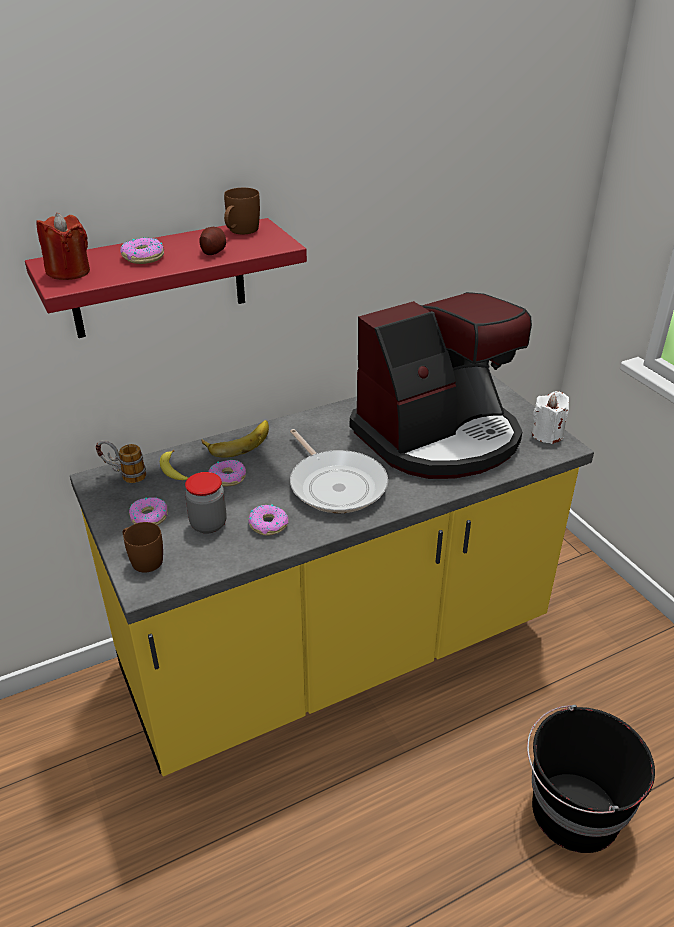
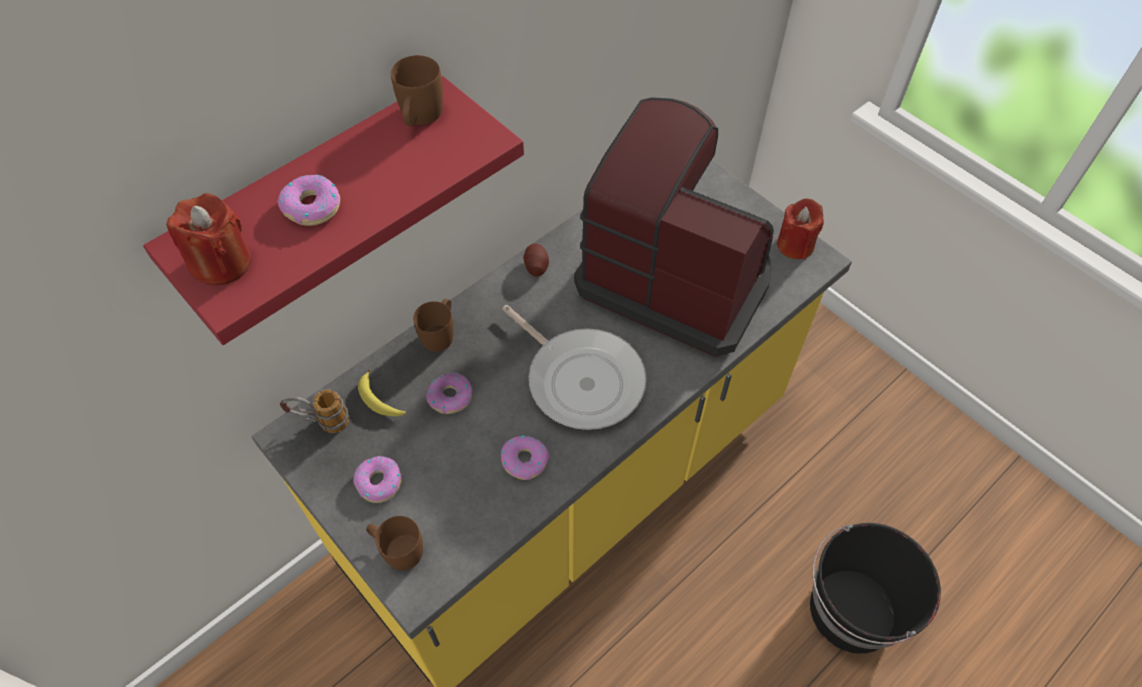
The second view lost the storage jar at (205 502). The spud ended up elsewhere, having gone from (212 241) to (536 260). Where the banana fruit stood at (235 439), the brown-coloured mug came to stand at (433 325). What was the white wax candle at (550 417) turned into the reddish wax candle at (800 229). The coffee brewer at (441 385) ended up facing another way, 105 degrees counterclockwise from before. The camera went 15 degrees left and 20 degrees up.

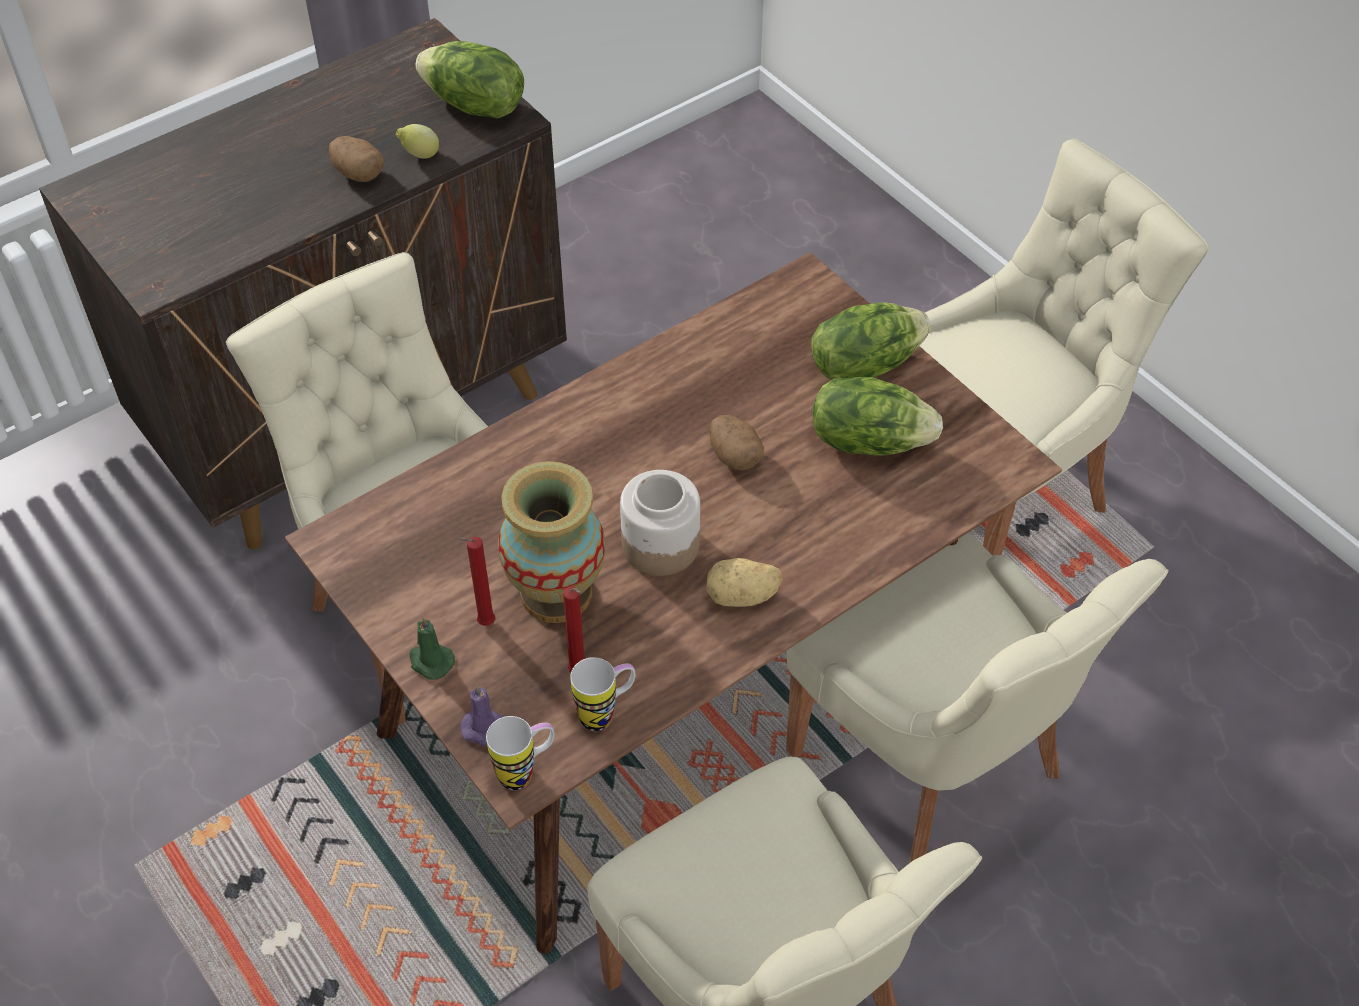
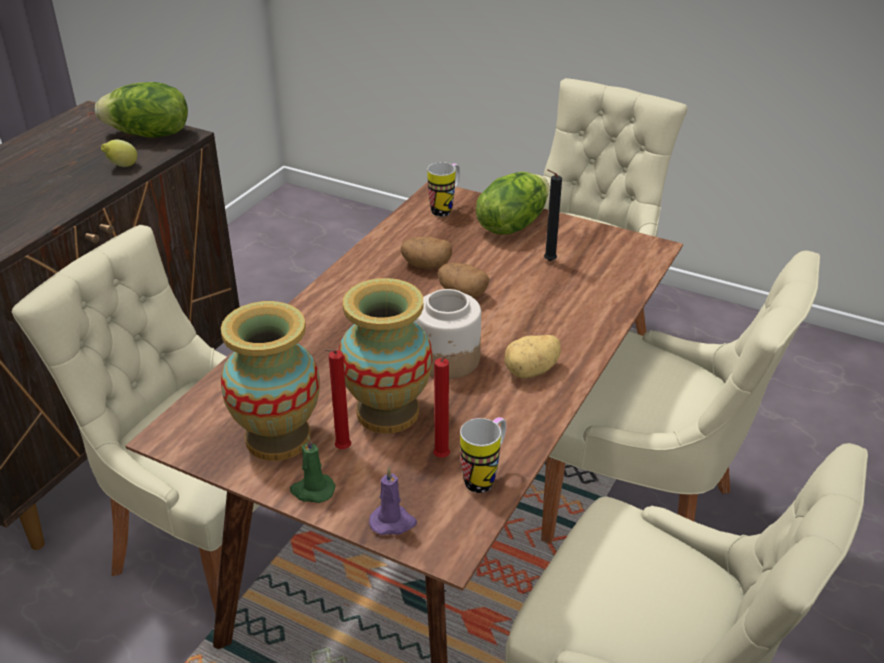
The second view gained the vase at (270 381). The spud ended up elsewhere, having gone from (356 159) to (426 252). The mug ended up elsewhere, having gone from (520 753) to (443 189). Where the head of lettuce stood at (877 416), the black wax candle came to stand at (553 215). The camera went 25 degrees left and 15 degrees down.

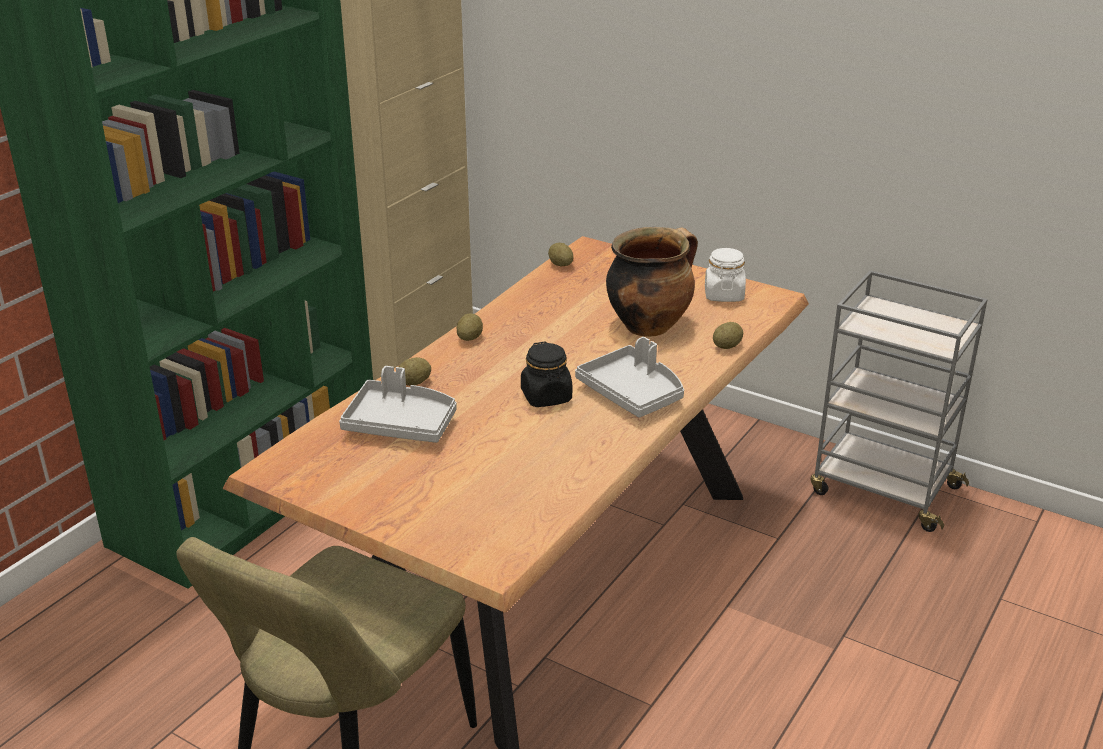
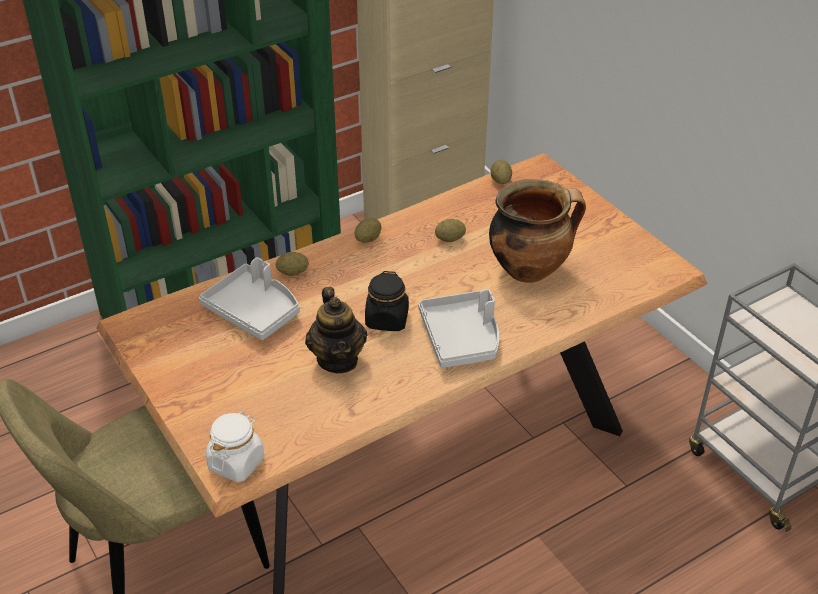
The second view gained the pot for tea at (336 330). The white storage jar ended up elsewhere, having gone from (725 275) to (235 446). The spud ended up elsewhere, having gone from (728 335) to (450 230). The camera went 25 degrees right and 10 degrees up.

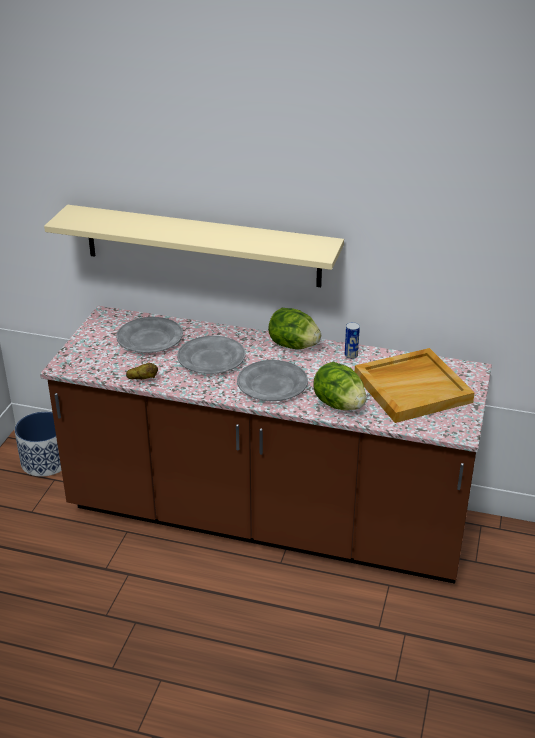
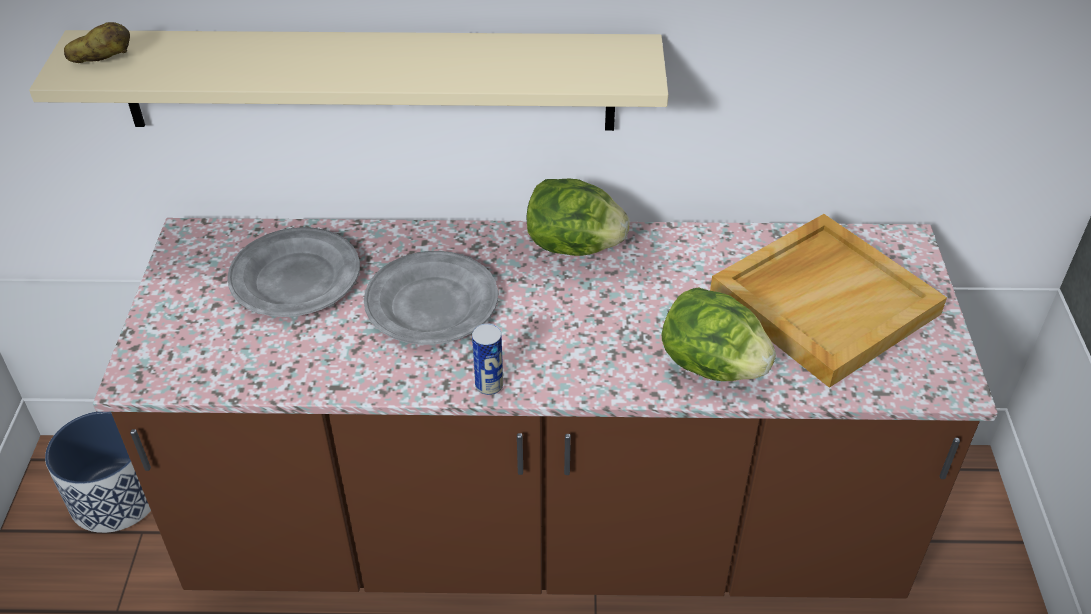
The second view lost the gray dinner plate at (272 380). The spud ended up elsewhere, having gone from (142 371) to (97 42). The sealed can ended up elsewhere, having gone from (352 340) to (487 359). The camera went 15 degrees left and 10 degrees up.

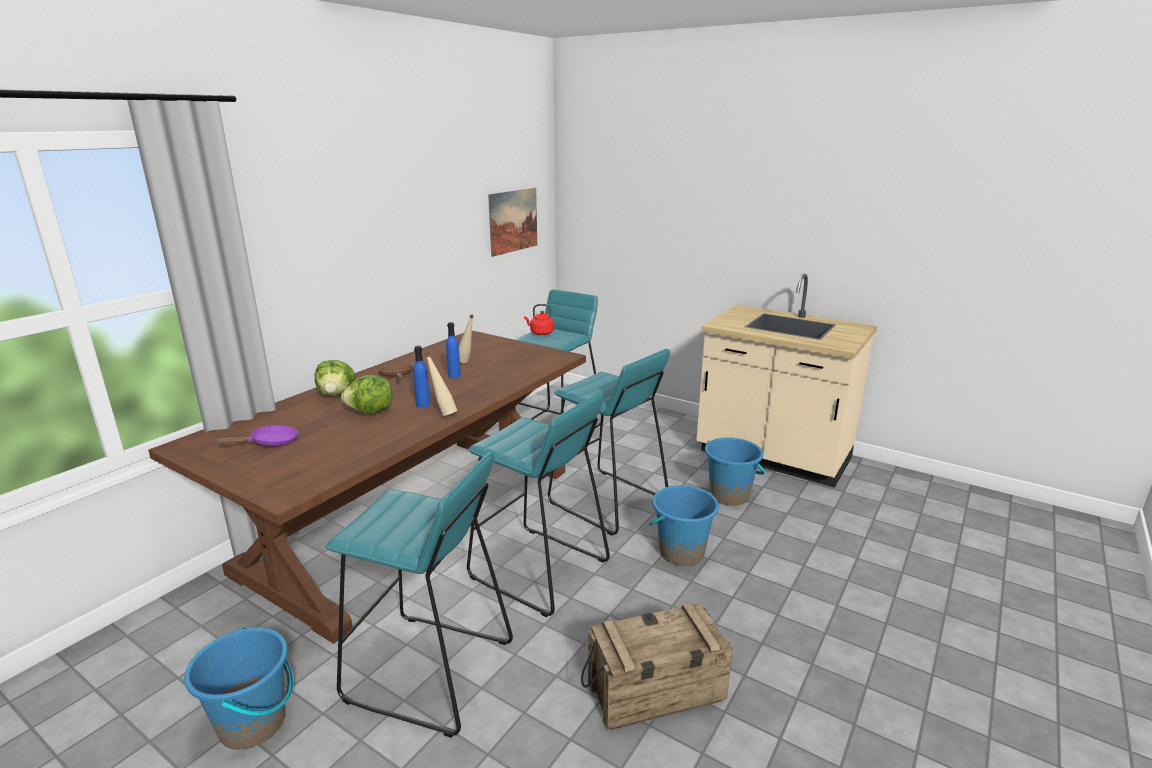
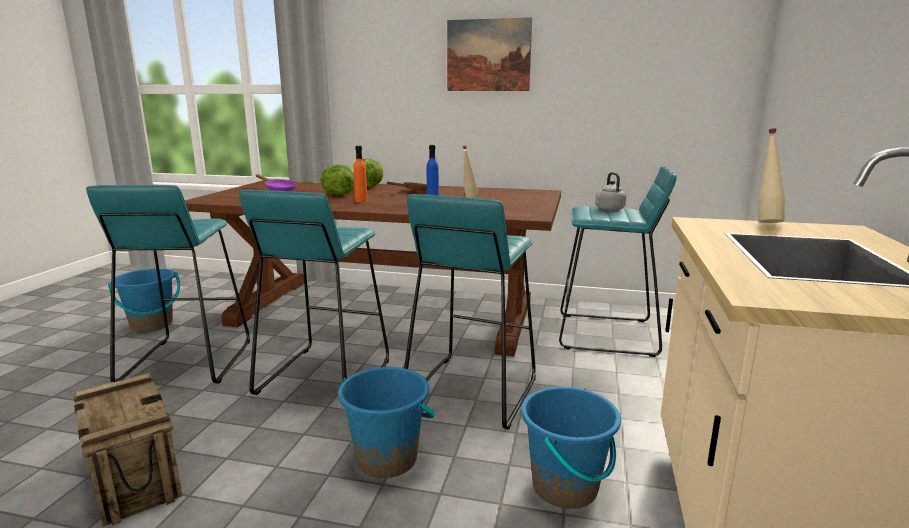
The beige drink bottle ended up elsewhere, having gone from (440 384) to (771 176). The wall art ended up elsewhere, having gone from (512 222) to (489 54). What was the bluish drink bottle at (421 377) turned into the orangey drink bottle at (360 174). What was the reddish kettle at (539 319) turned into the gray kettle at (610 191). The camera went 70 degrees right and 5 degrees down.

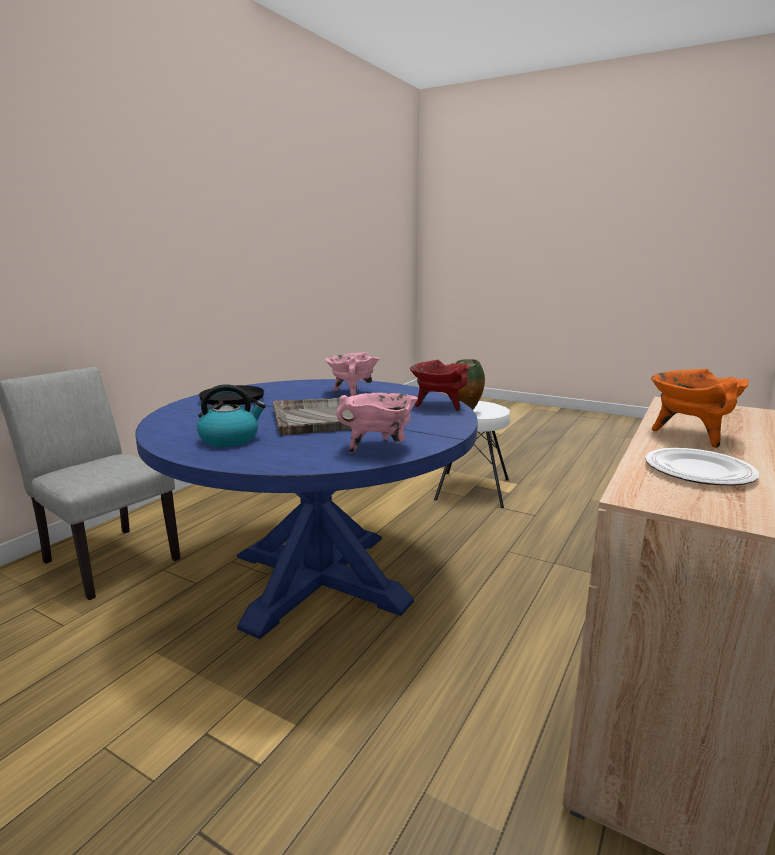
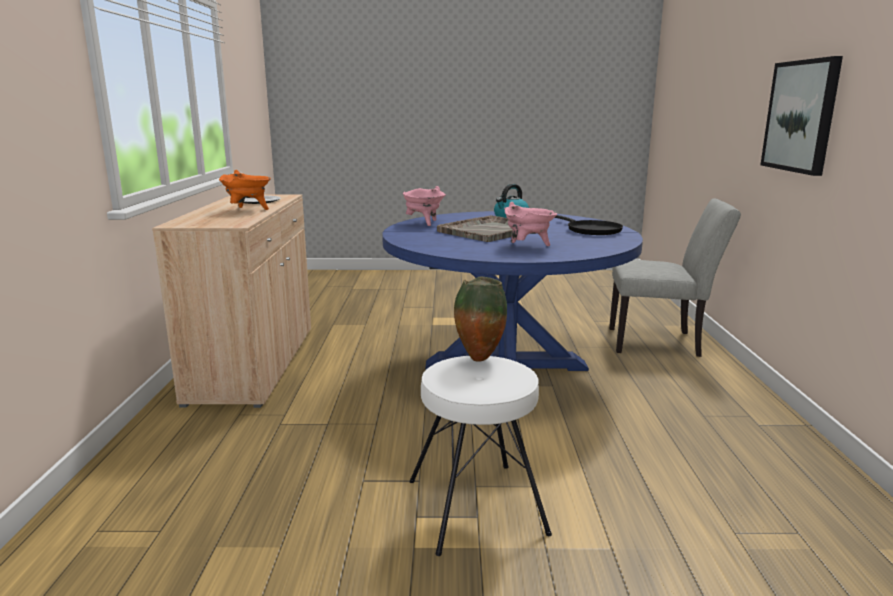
The second view lost the reddish saucepot at (439 385). The second view gained the wall art at (802 116). The camera went 150 degrees right and 0 degrees up.

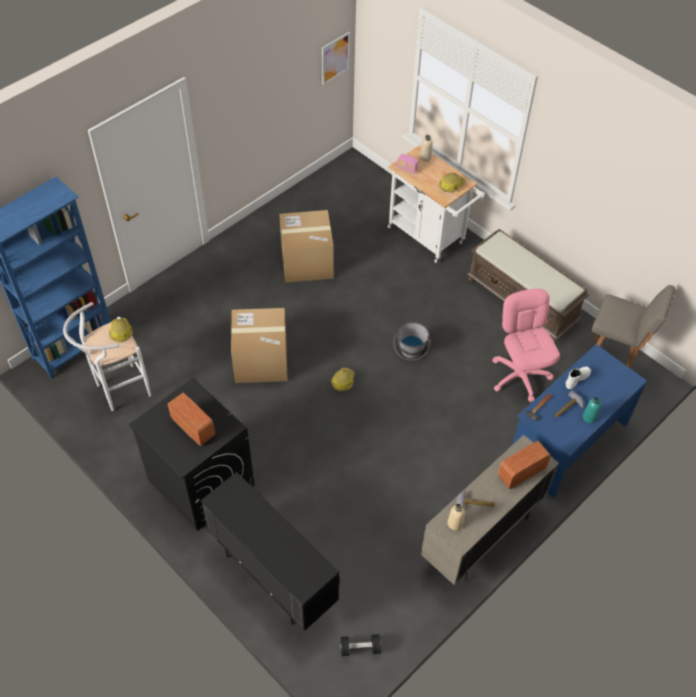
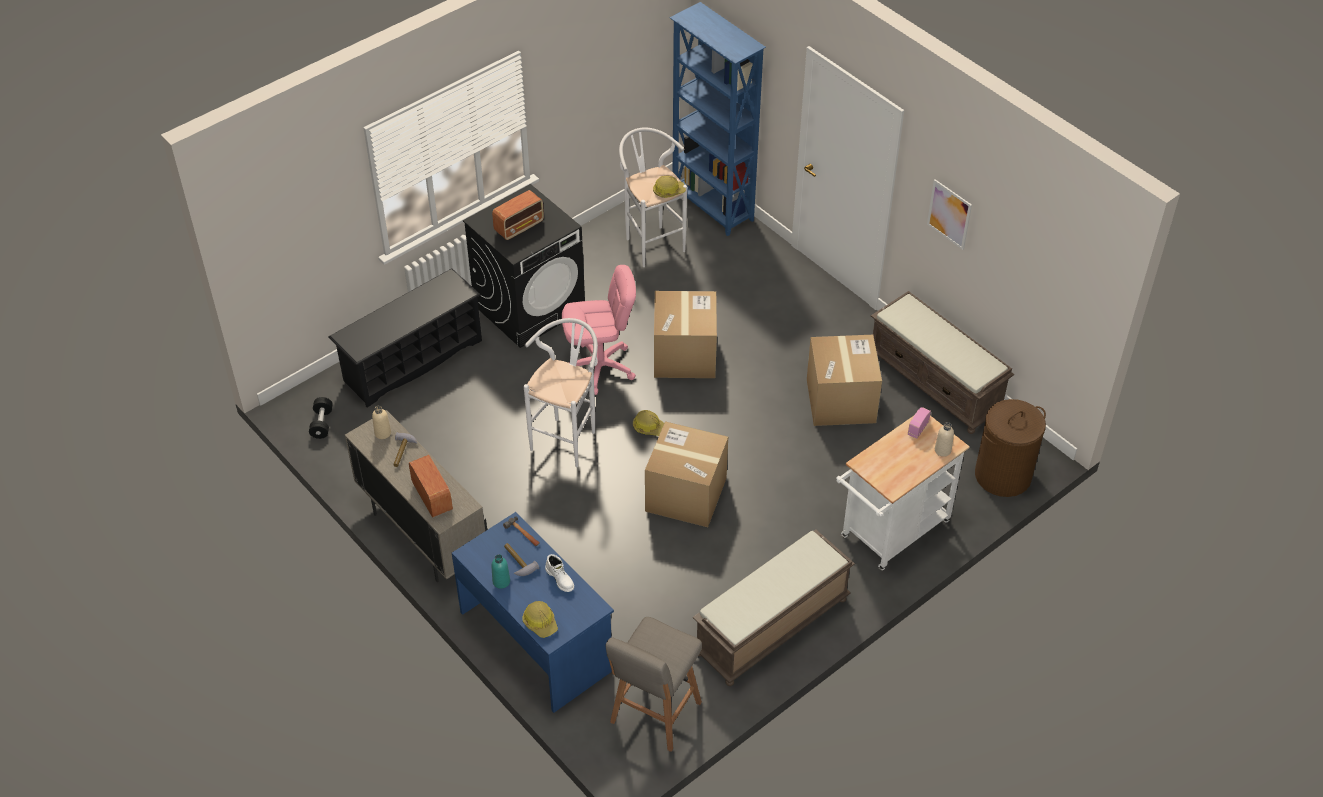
The second view gained the white stool seat at (561 393). The second view gained the brown-coloured long seat at (942 362). The second view gained the brown-coloured washing basket at (1010 448). The wall art ended up elsewhere, having gone from (336 58) to (949 214). The work helmet ended up elsewhere, having gone from (452 182) to (540 619). The pink-coloured computer chair ended up elsewhere, having gone from (526 345) to (599 330). Where the black cabinet stood at (270 551), the black shoe rack came to stand at (405 337). Where the gray pail stood at (411 341), the packing box came to stand at (686 474). The camera went 95 degrees right and 5 degrees down.

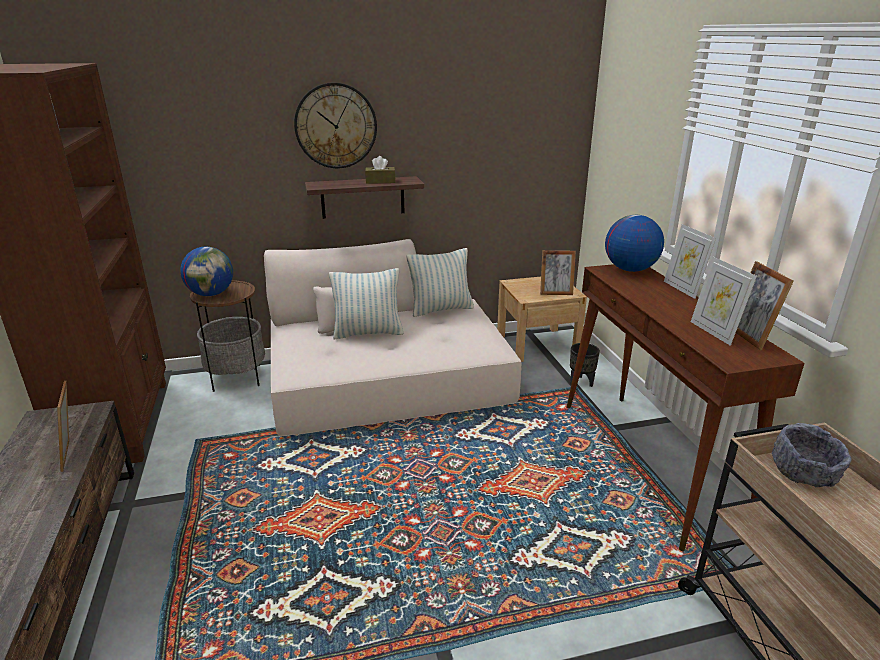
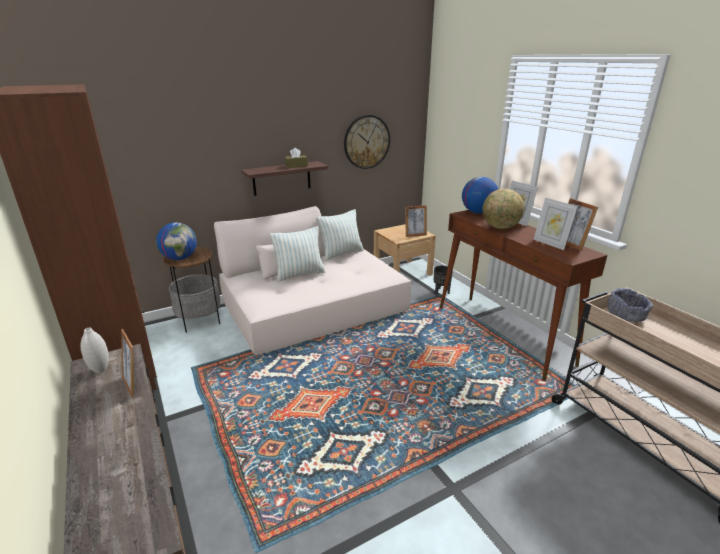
The second view gained the white vase at (95 350). The second view gained the desk globe at (504 209). The hanging clock ended up elsewhere, having gone from (335 125) to (367 142). The camera went 15 degrees left and 0 degrees up.

